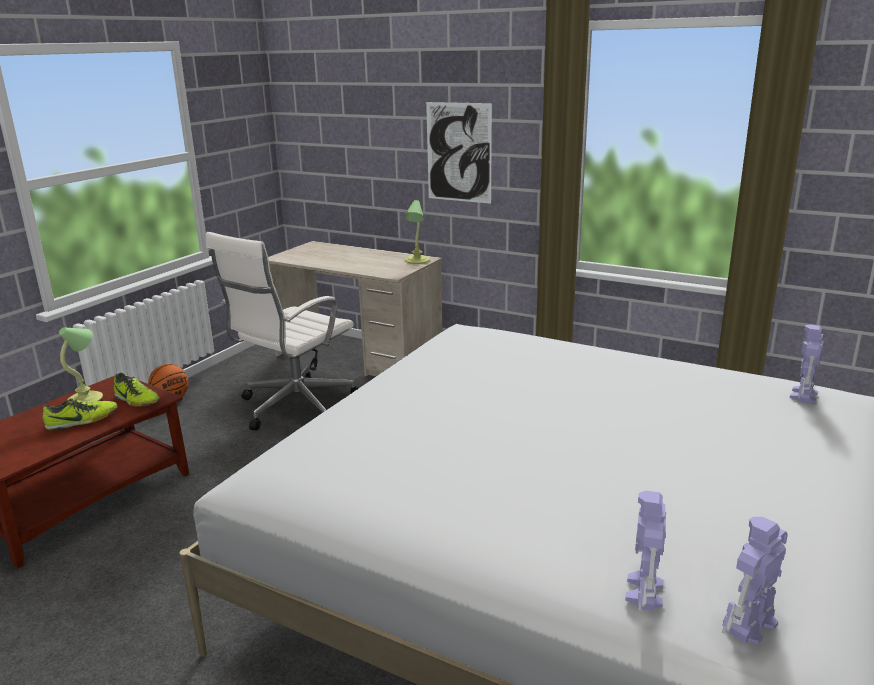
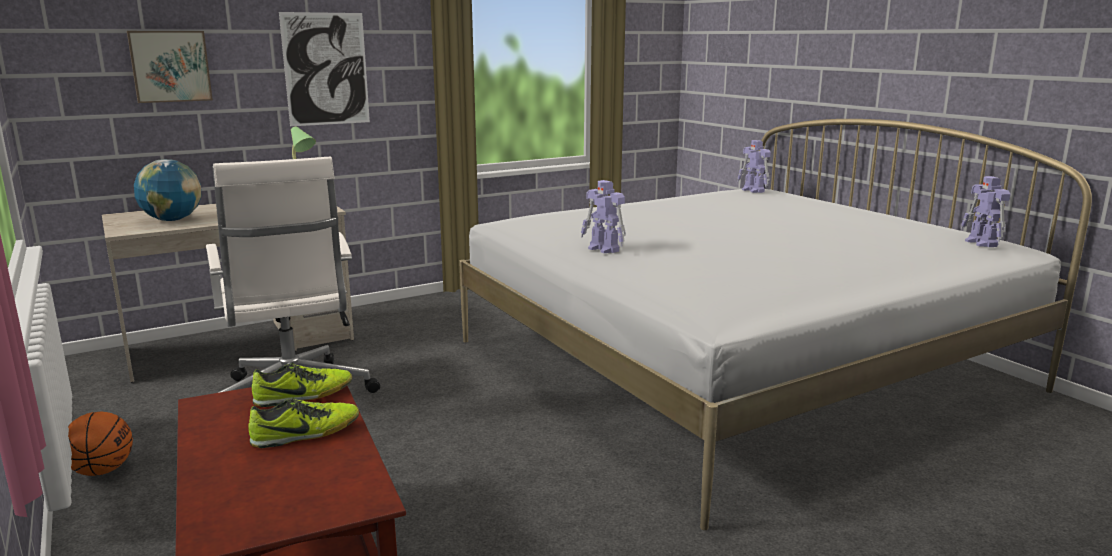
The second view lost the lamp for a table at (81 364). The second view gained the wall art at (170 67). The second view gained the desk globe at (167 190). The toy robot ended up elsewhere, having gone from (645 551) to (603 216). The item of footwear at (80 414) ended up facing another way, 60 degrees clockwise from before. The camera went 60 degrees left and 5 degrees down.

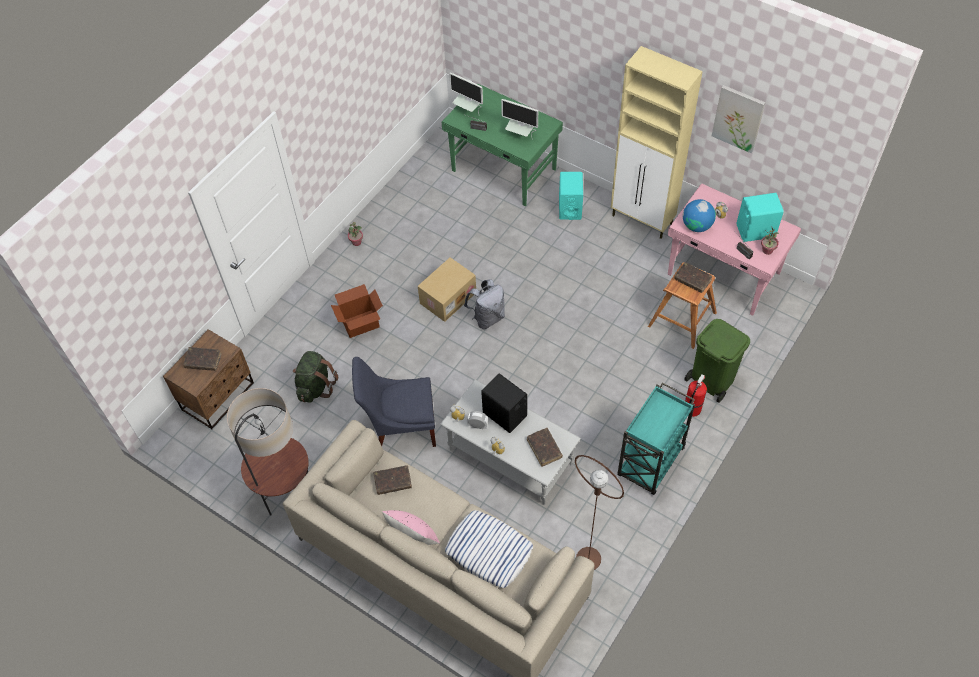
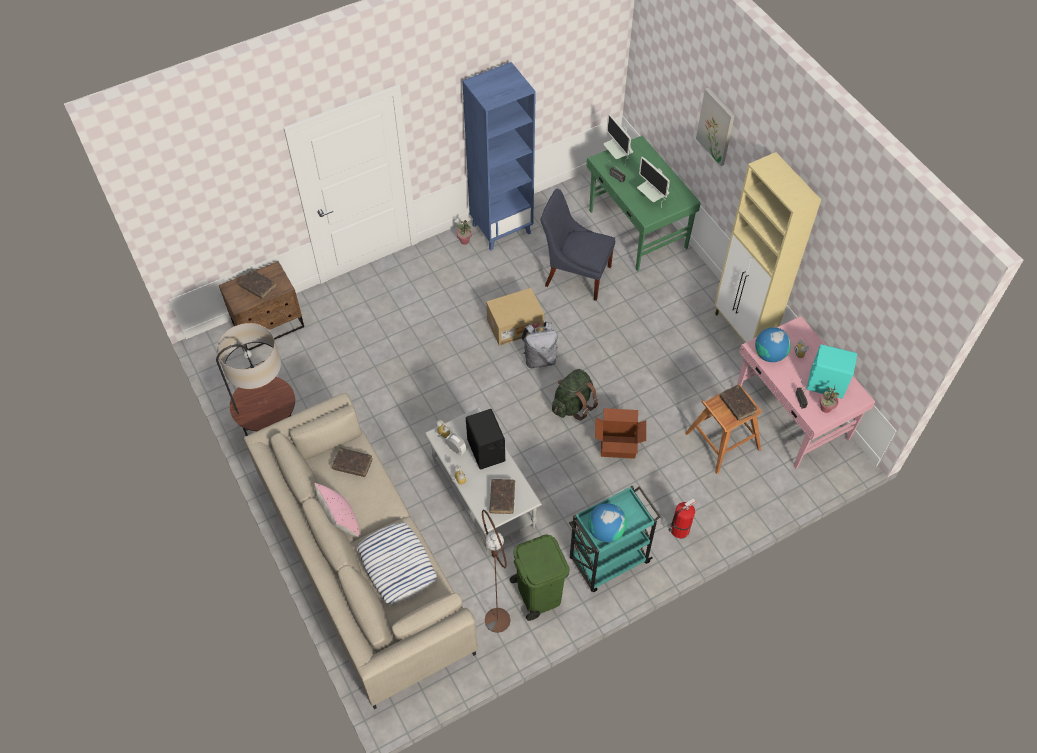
The second view lost the blue-green loudspeaker at (571 196). The second view gained the bluish bookshelf at (499 156). The second view gained the desk globe at (607 522). The green rucksack ended up elsewhere, having gone from (315 377) to (575 395). The packing box ended up elsewhere, having gone from (357 311) to (620 433). The bluish chair ended up elsewhere, having gone from (394 402) to (578 245). The green waste bin ended up elsewhere, having gone from (717 361) to (539 578). The wall art ended up elsewhere, having gone from (738 119) to (715 127). The camera went 25 degrees right and 0 degrees up.

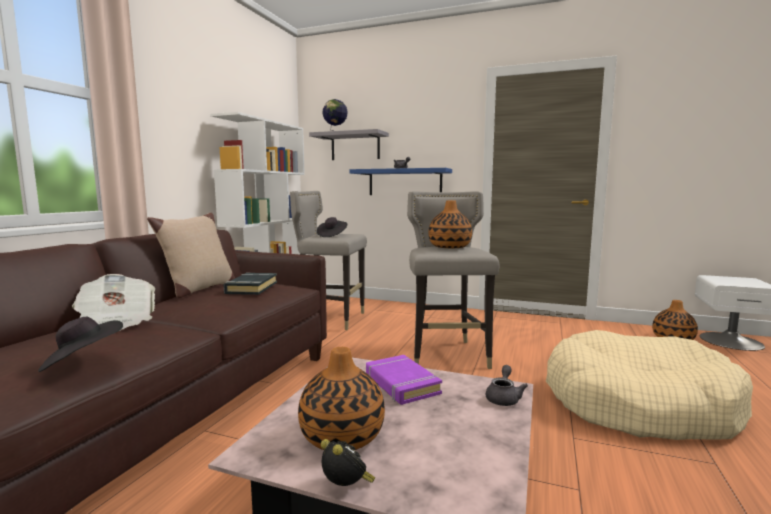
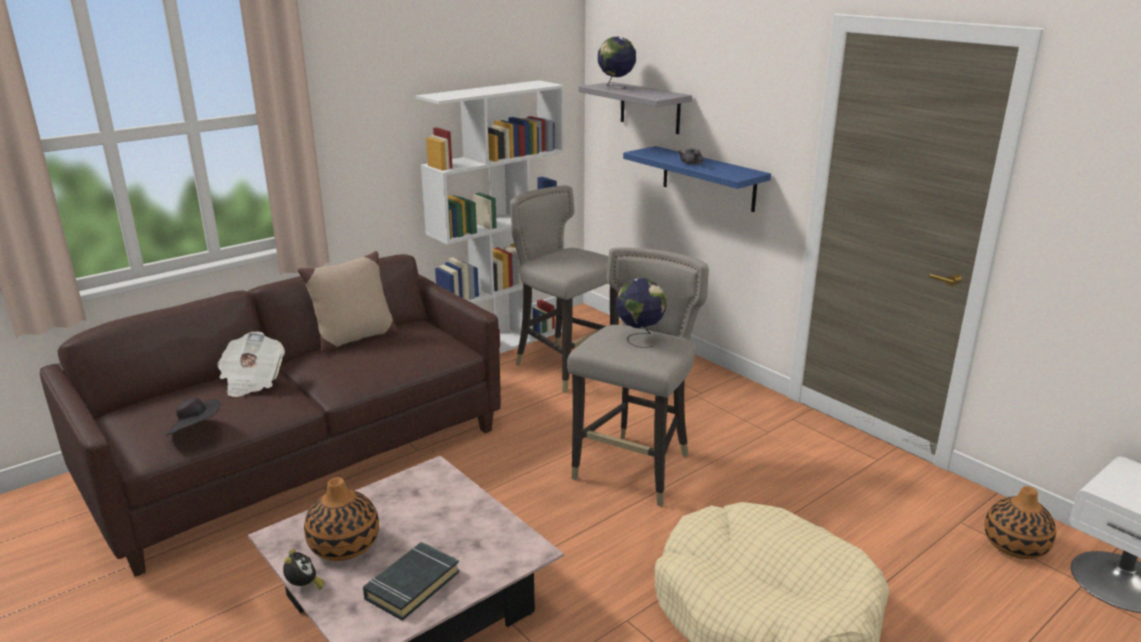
The second view lost the black clothing hat at (332 227). The second view lost the purple bound book at (404 380). The second view lost the gray pot for tea at (507 385). The black bound book ended up elsewhere, having gone from (250 284) to (411 581). Where the vase stood at (450 224), the desk globe came to stand at (641 313). The camera went 30 degrees right and 15 degrees up.

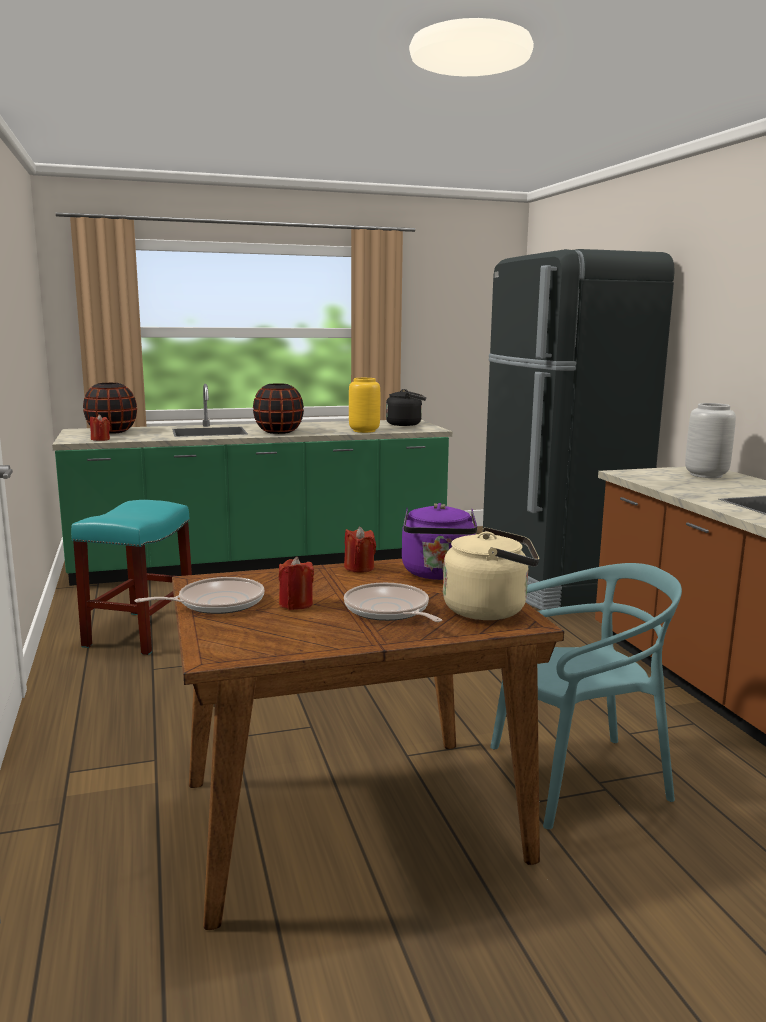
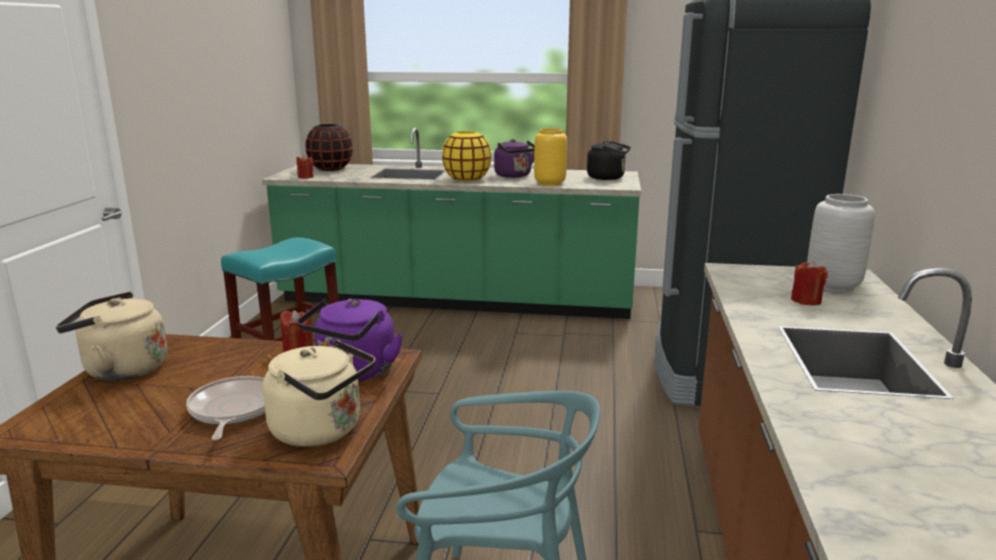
The second view gained the purple kettle at (514 158). The reddish wax candle ended up elsewhere, having gone from (296 583) to (809 283). Where the pan stood at (200 595), the beige kettle came to stand at (111 336). What was the black vase at (278 409) turned into the yellow vase at (466 156). The camera went 25 degrees right and 5 degrees up.

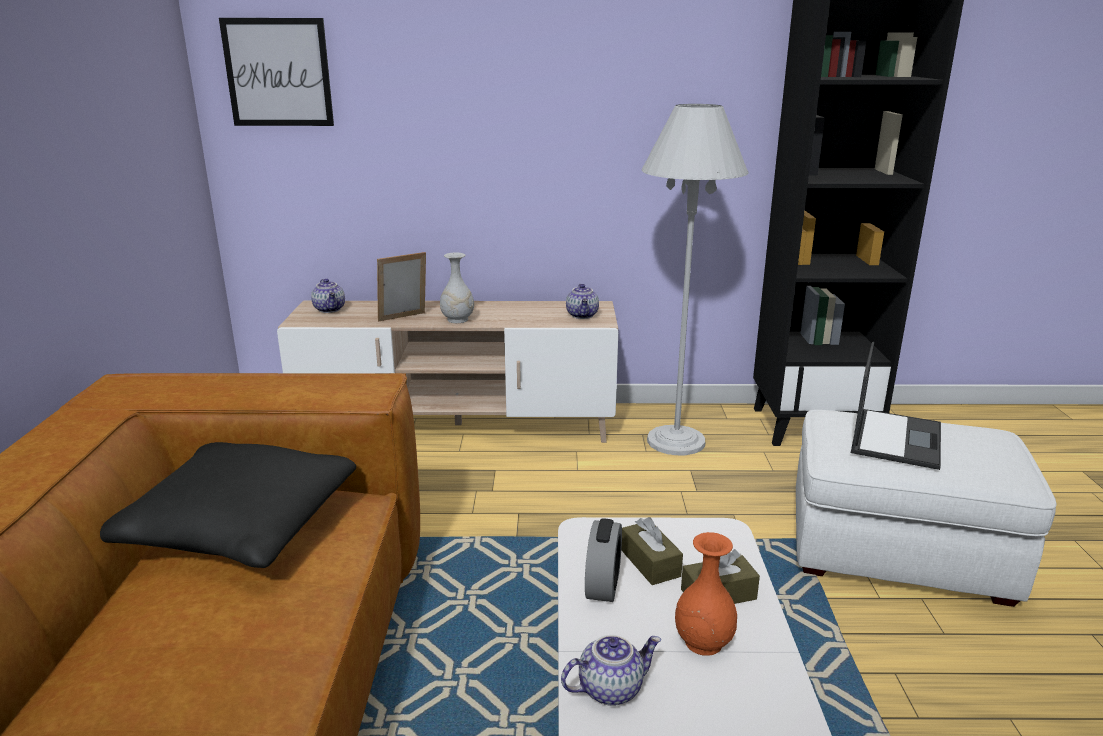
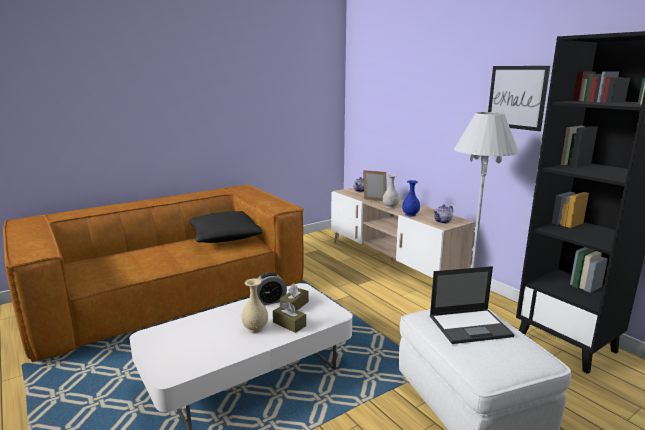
The second view lost the pot for tea at (611 670). The second view gained the bluish vase at (411 198). The wall art ended up elsewhere, having gone from (276 72) to (519 98). What was the orangey vase at (706 594) turned into the beige vase at (254 306). The camera went 55 degrees right and 5 degrees down.

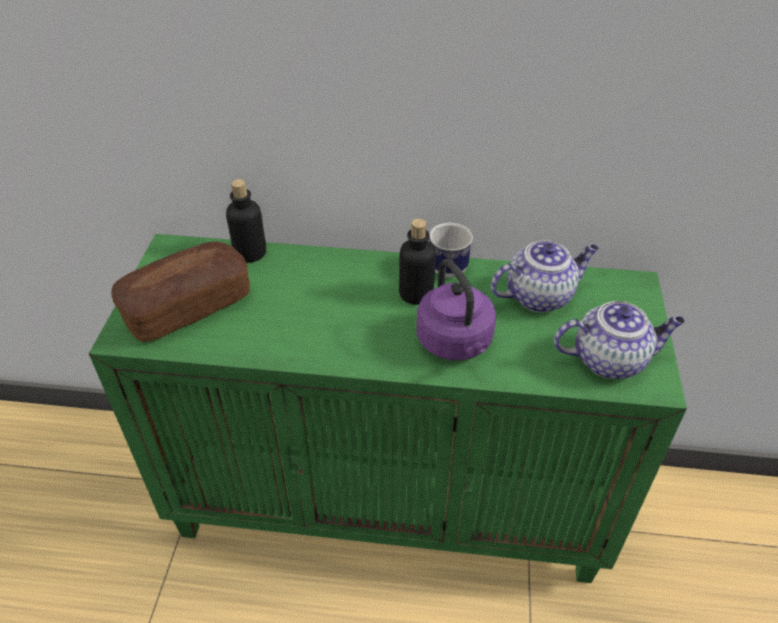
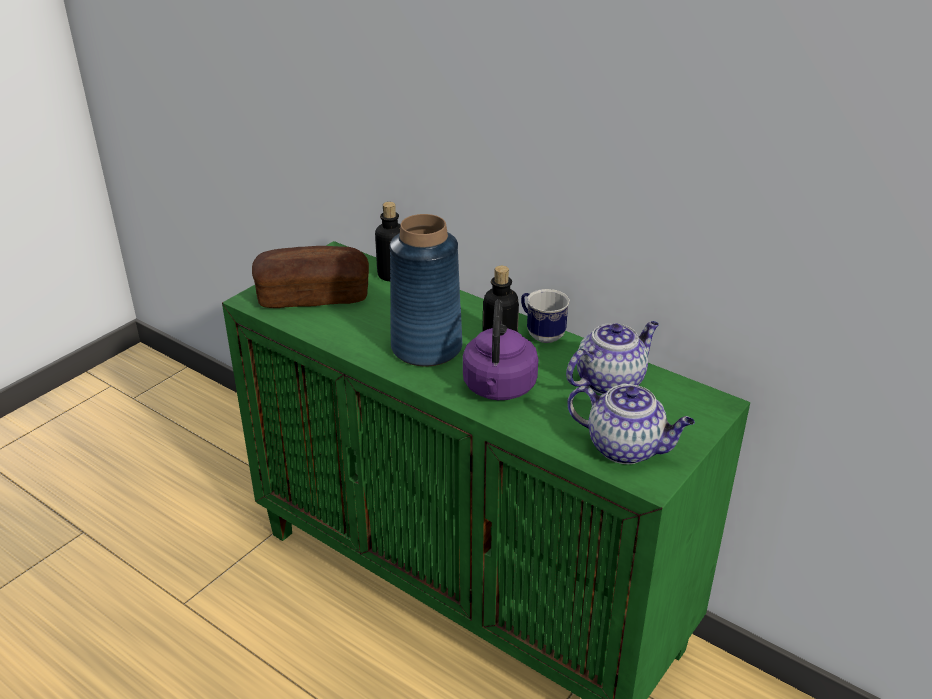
The second view gained the bluish vase at (426 290). The pot for tea at (545 276) ended up facing another way, 45 degrees counterclockwise from before. The camera went 30 degrees right and 10 degrees down.

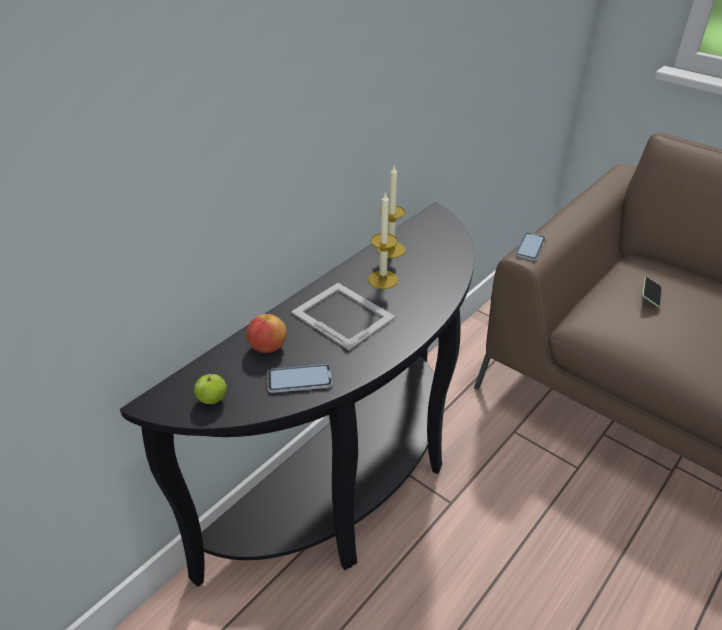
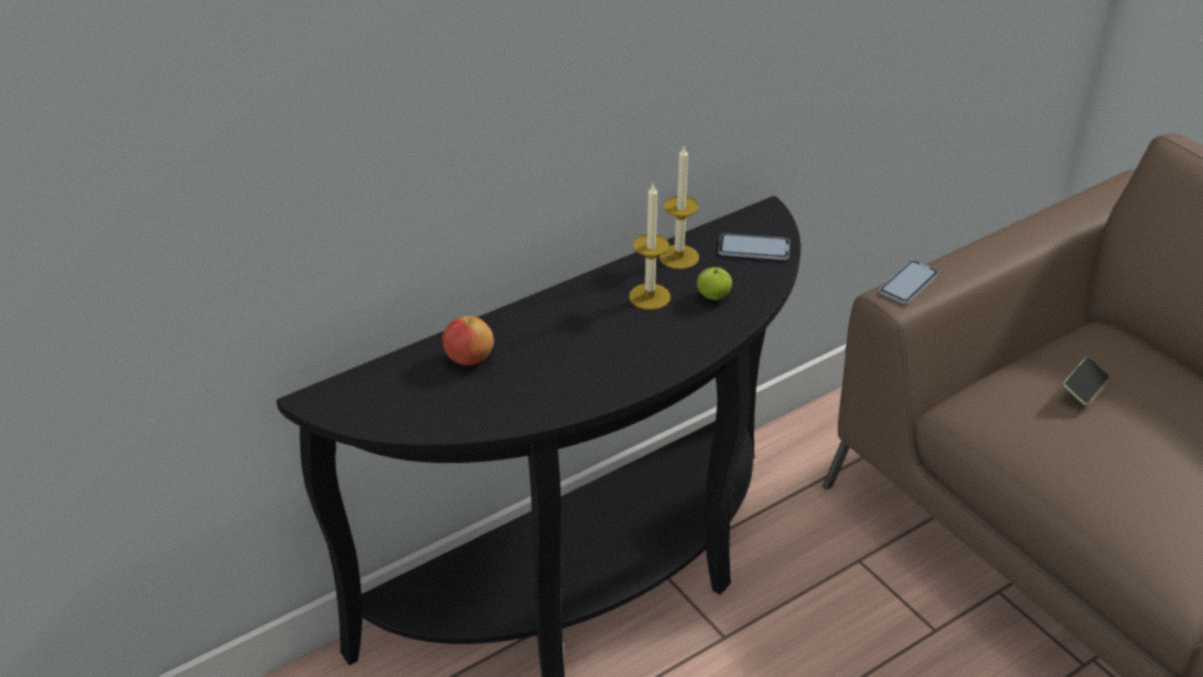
The second view lost the picture frame at (343 317). The apple ended up elsewhere, having gone from (210 389) to (714 283). The phone ended up elsewhere, having gone from (299 378) to (754 246). The camera went 15 degrees right and 0 degrees up.

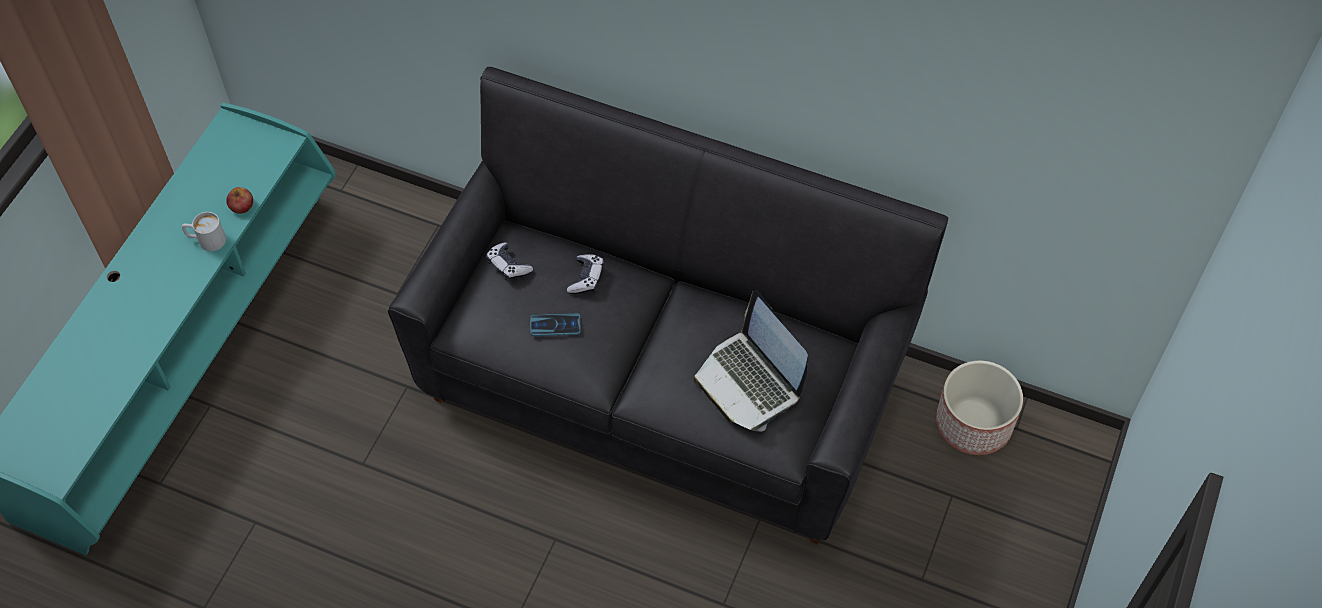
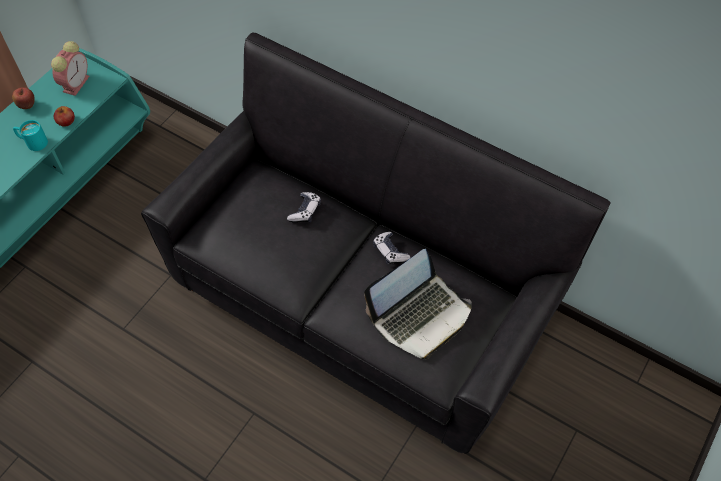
The second view lost the phone at (555 324). The second view lost the plant pot at (979 408). The second view gained the apple at (23 98). The second view gained the alarm clock at (70 68). The joypad ended up elsewhere, having gone from (509 261) to (392 248). What was the white mug at (204 231) turned into the blue-green mug at (30 135). The laptop at (750 361) ended up facing another way, 105 degrees counterclockwise from before. The camera went 10 degrees right and 0 degrees up.

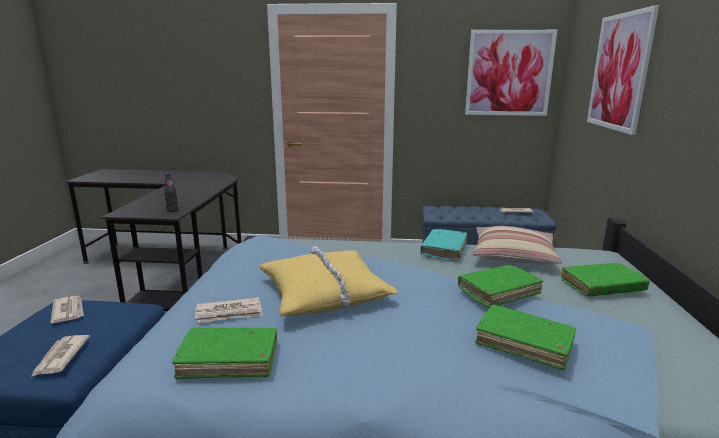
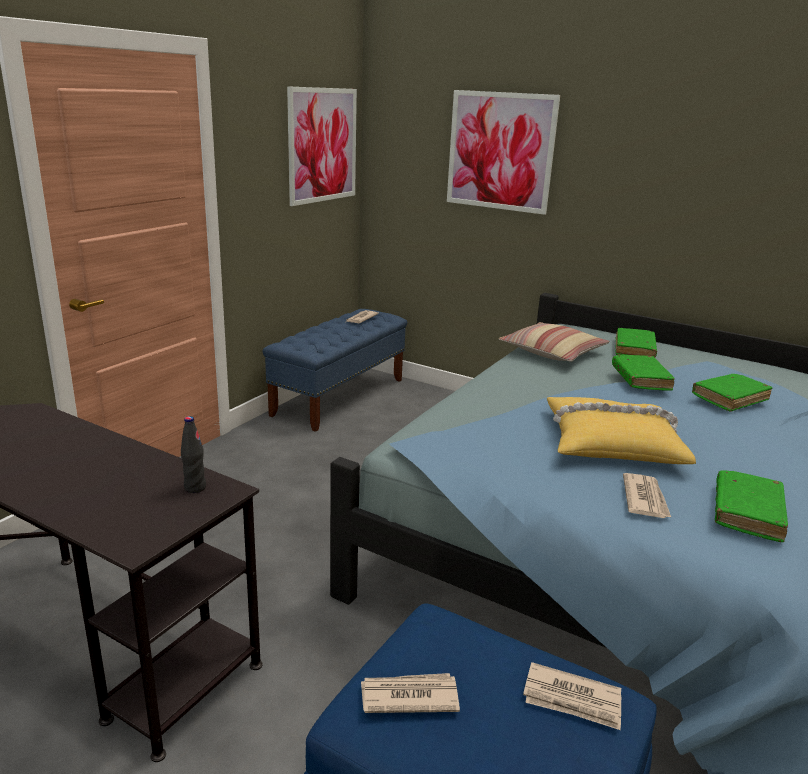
The second view lost the blue-green bound book at (444 245). The camera went 65 degrees left and 5 degrees up.

